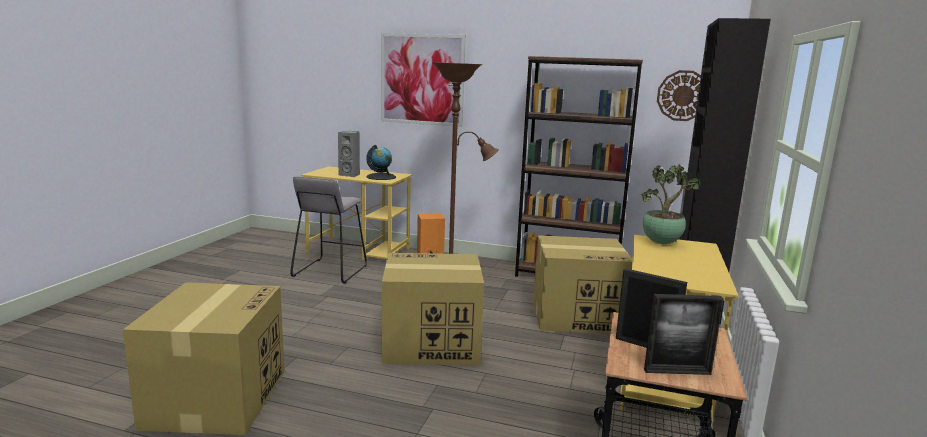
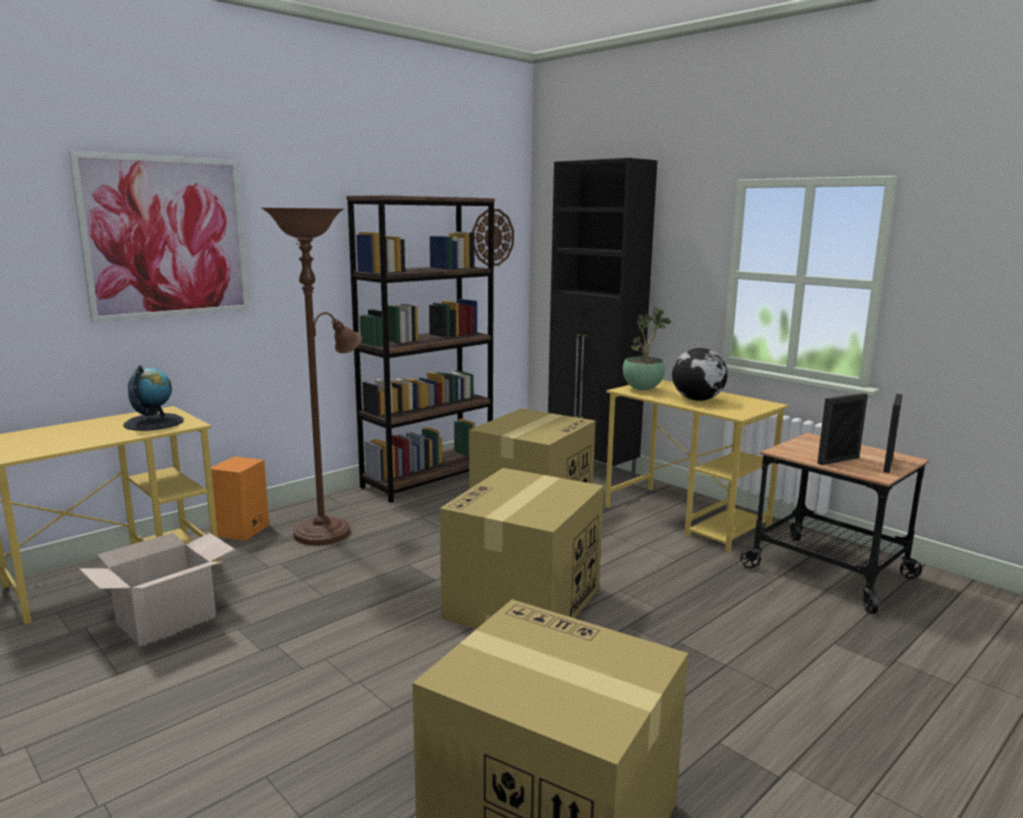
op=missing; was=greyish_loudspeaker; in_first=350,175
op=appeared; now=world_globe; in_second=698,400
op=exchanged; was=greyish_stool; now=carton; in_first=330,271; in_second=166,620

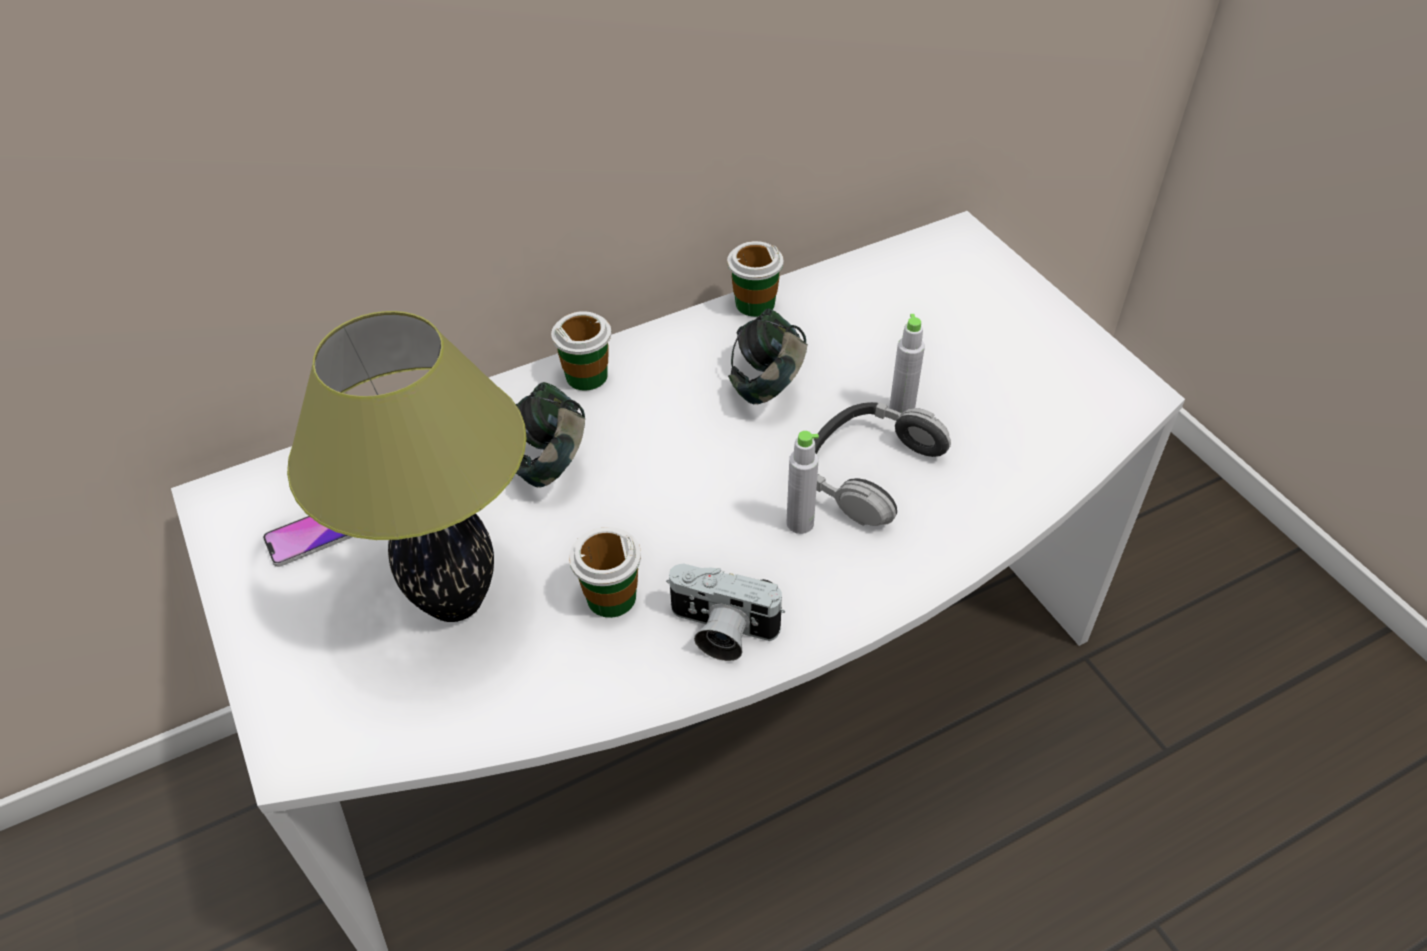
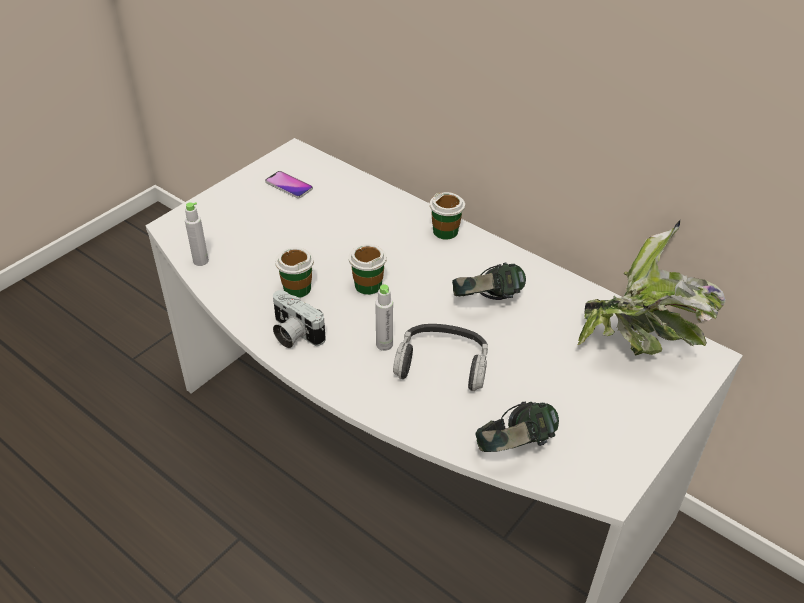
op=missing; was=tabletop_lamp; in_first=454,601
op=appeared; now=houseplant; in_second=642,343
op=relocated; was=headphones; in_first=552,462; in_second=514,448
op=relocated; was=drinking_cup; in_first=754,304; in_second=368,285
op=relocated; was=greyish_beverage_bottle; in_first=901,410; in_second=201,261
op=spun; was=still_camera; in_first=720,631; in_second=293,334; clockwise=-45

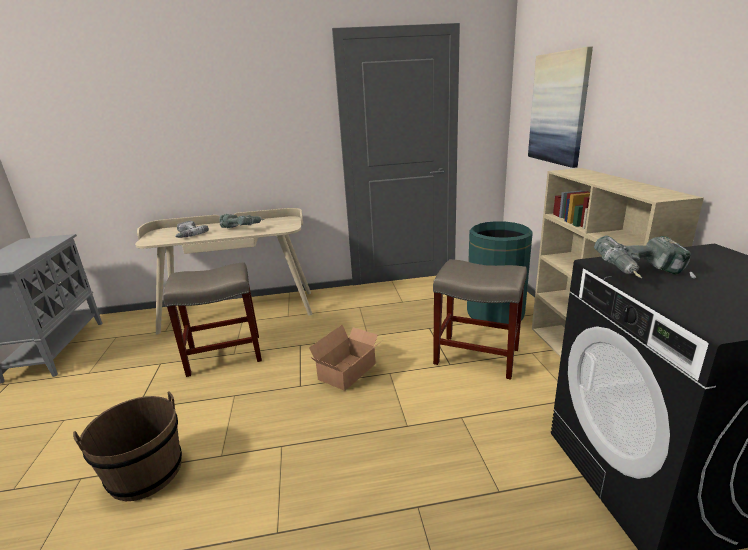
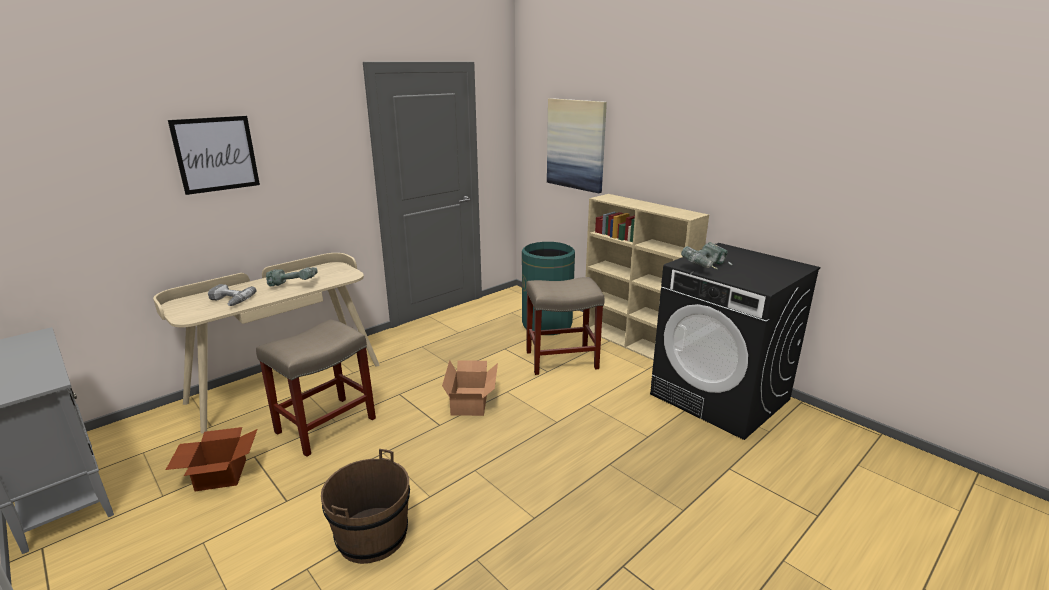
op=appeared; now=carton; in_second=220,474
op=appeared; now=picture; in_second=216,154

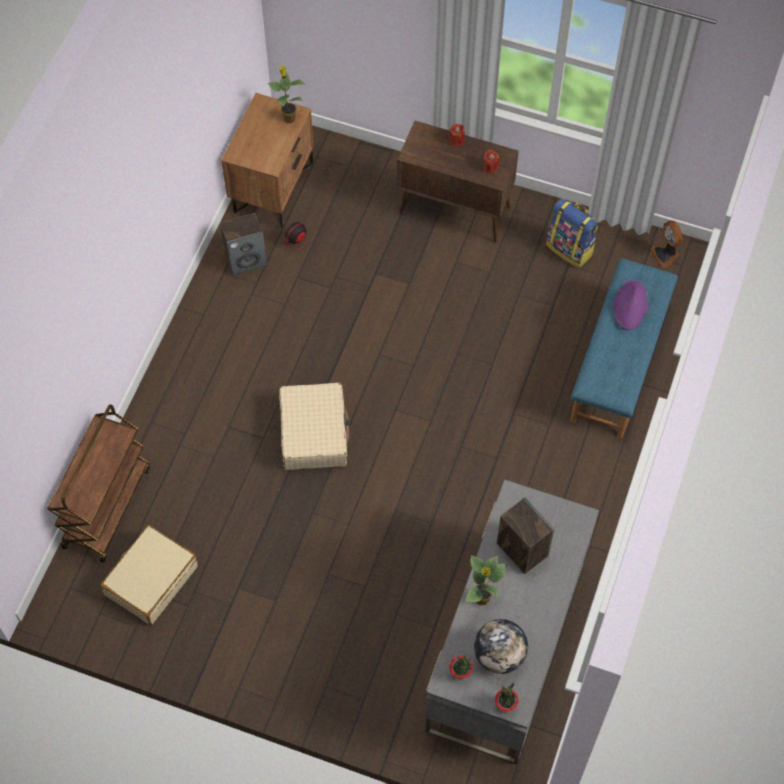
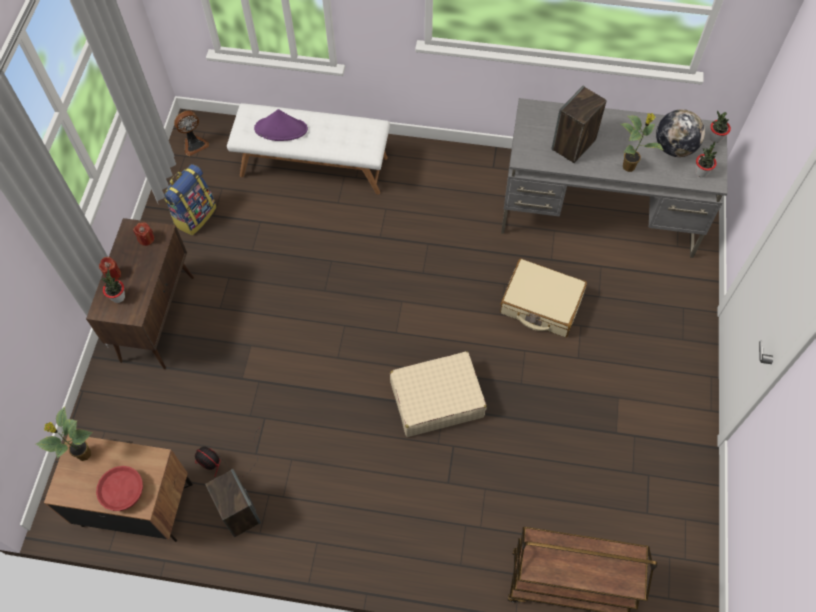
op=appeared; now=reddish_serving_bowl; in_second=124,492
op=appeared; now=houseplant; in_second=118,297
op=relocated; was=beige-coloured_suitcase; in_first=151,579; in_second=541,304
op=colour; was=blue_indoor_bench; now=white_indoor_bench; in_first=619,363; in_second=314,165

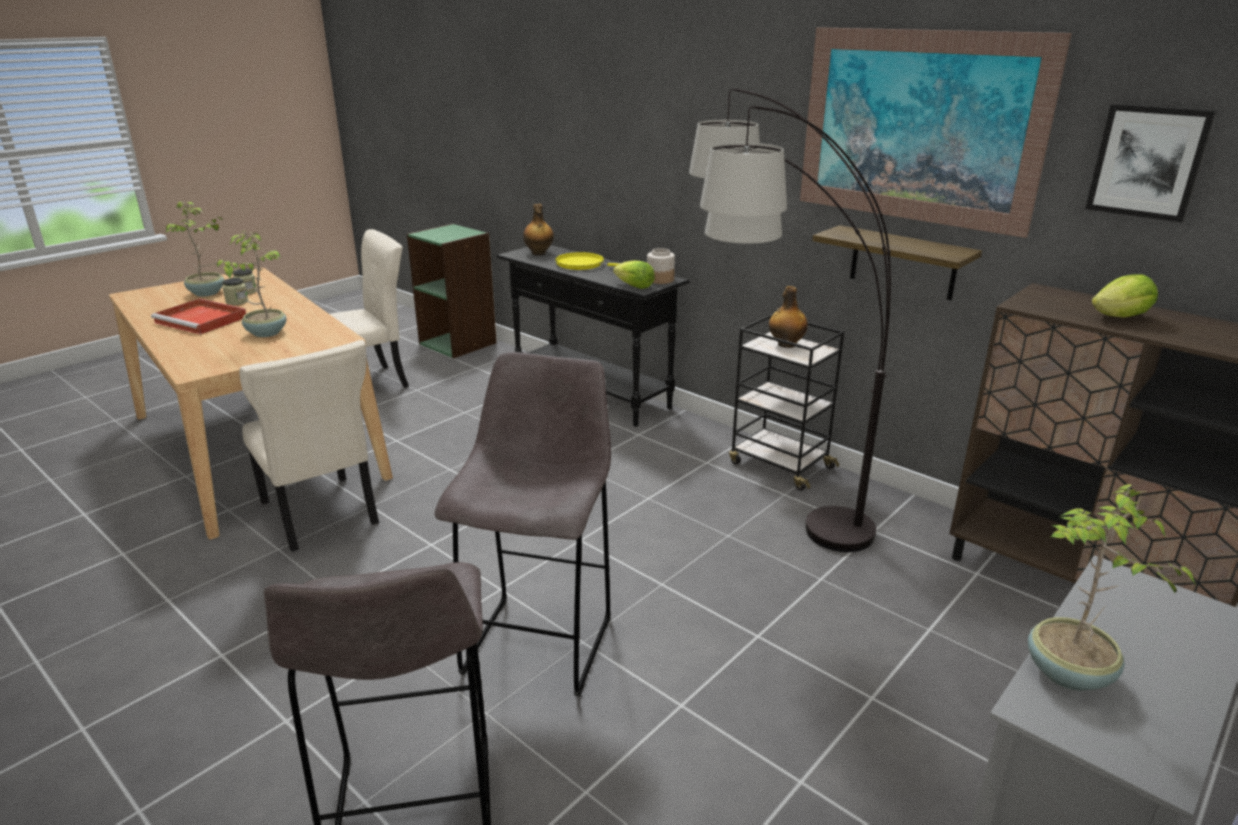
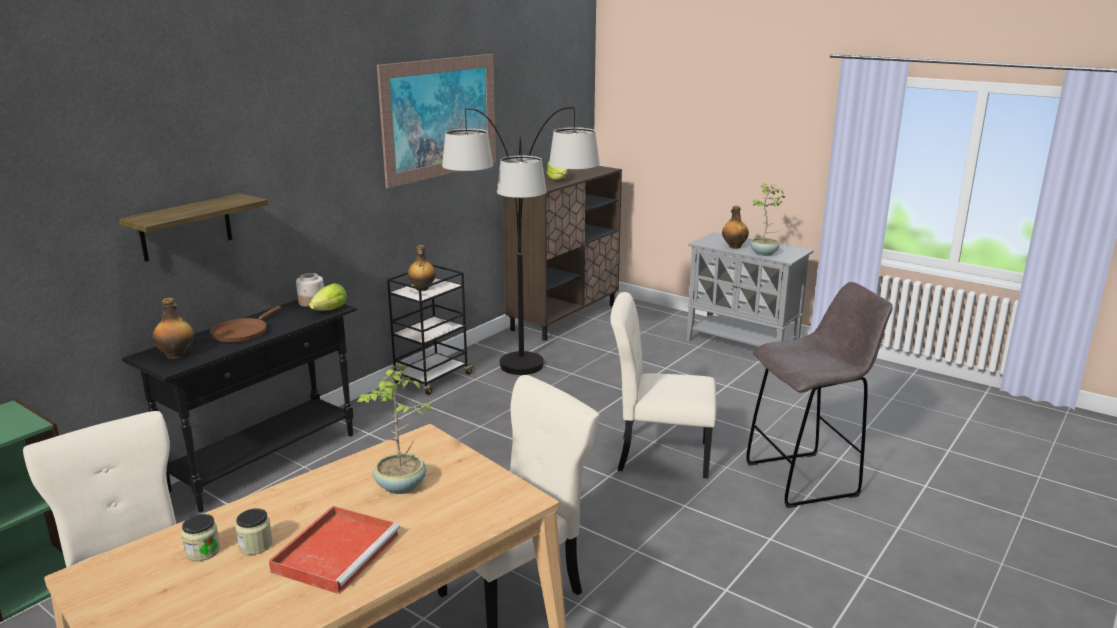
op=missing; was=houseplant; in_first=207,293
op=missing; was=picture; in_first=1148,162
op=appeared; now=beverage_bottle; in_second=734,246
op=relocated; was=bracket_shelf; in_first=903,263; in_second=186,227
op=exchanged; was=greyish_stool; now=beige-coloured_chair; in_first=540,642; in_second=658,455
op=colour; was=yellowish_frying_pan; now=brown_frying_pan; in_first=583,265; in_second=242,332

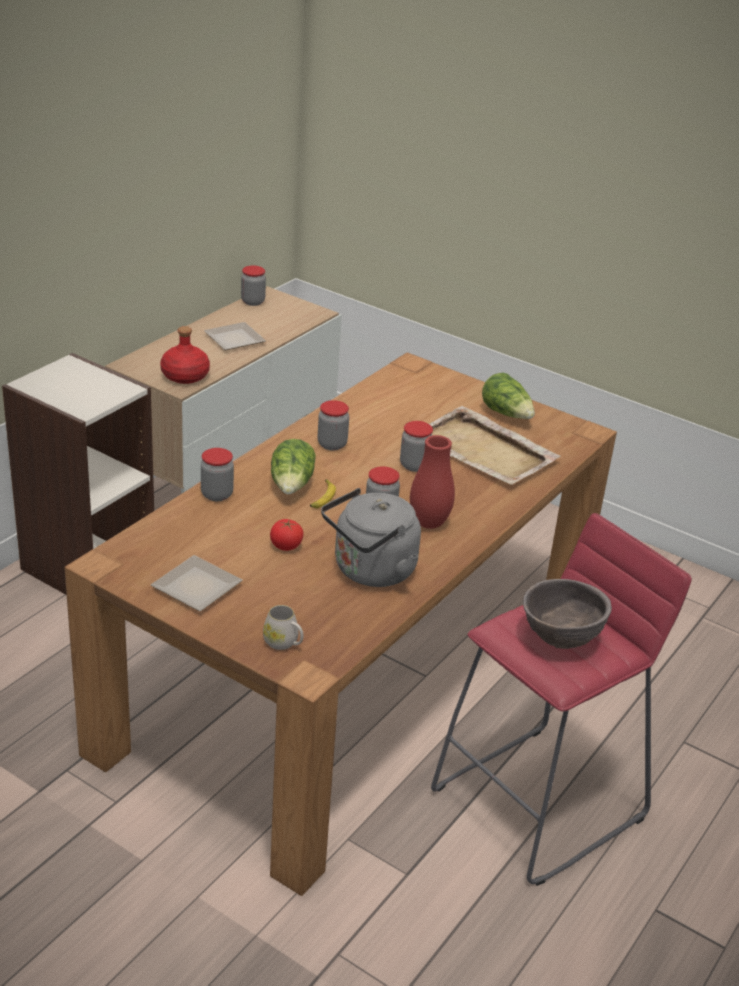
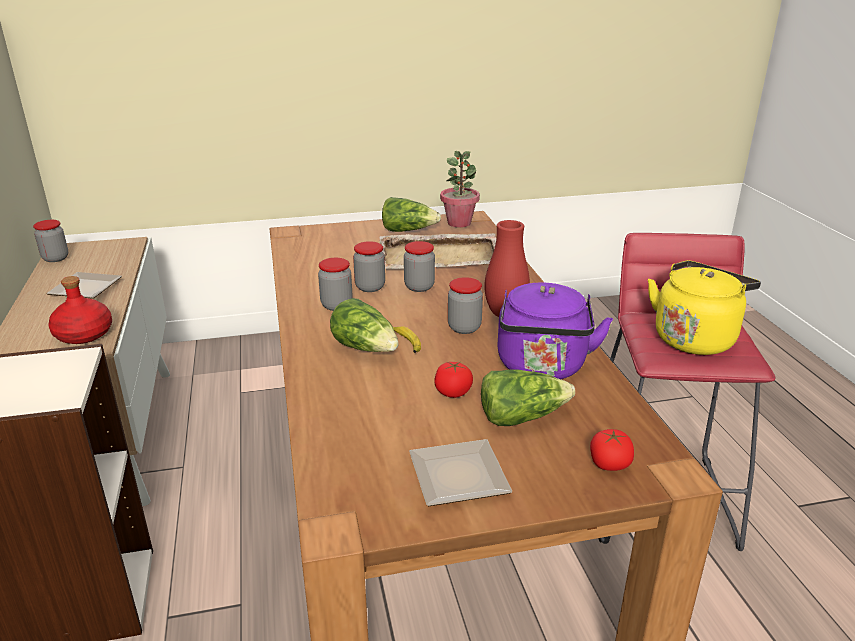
op=appeared; now=houseplant; in_second=459,223
op=appeared; now=lettuce; in_second=521,416
op=relocated; was=storage_jar; in_first=217,494; in_second=370,287
op=exchanged; was=white_mug; now=whole_tomato; in_first=284,643; in_second=609,464
op=exchanged; was=brown_serving_bowl; now=yellowish_kettle; in_first=560,640; in_second=695,338
op=colour; was=greyish_kettle; now=purplish_kettle; in_first=370,571; in_second=542,368

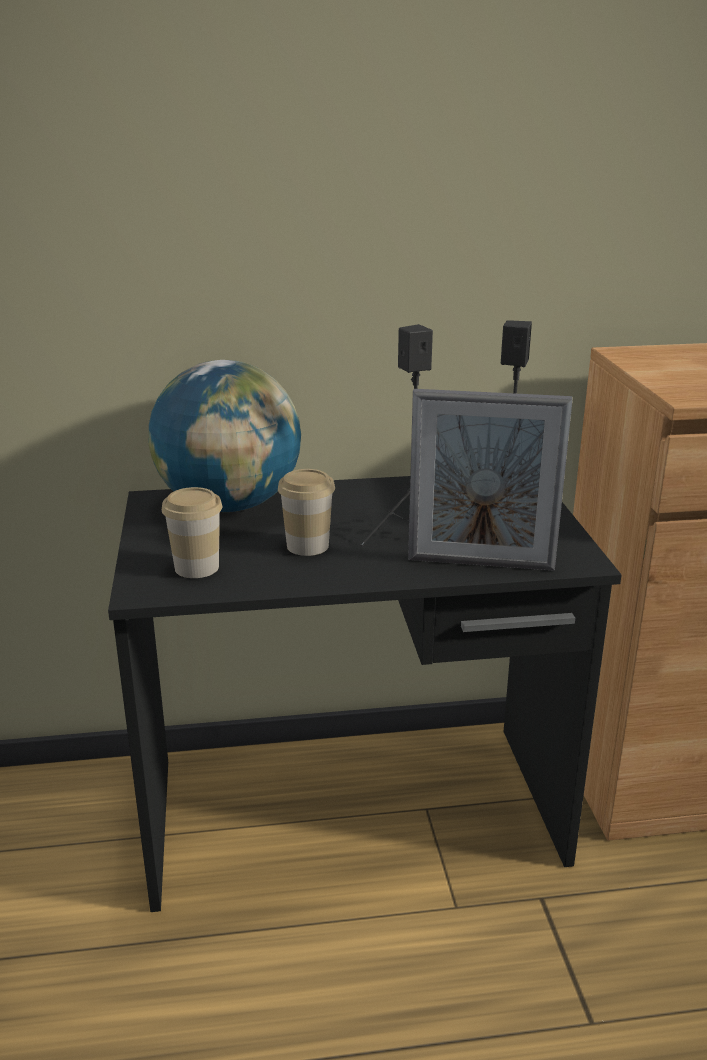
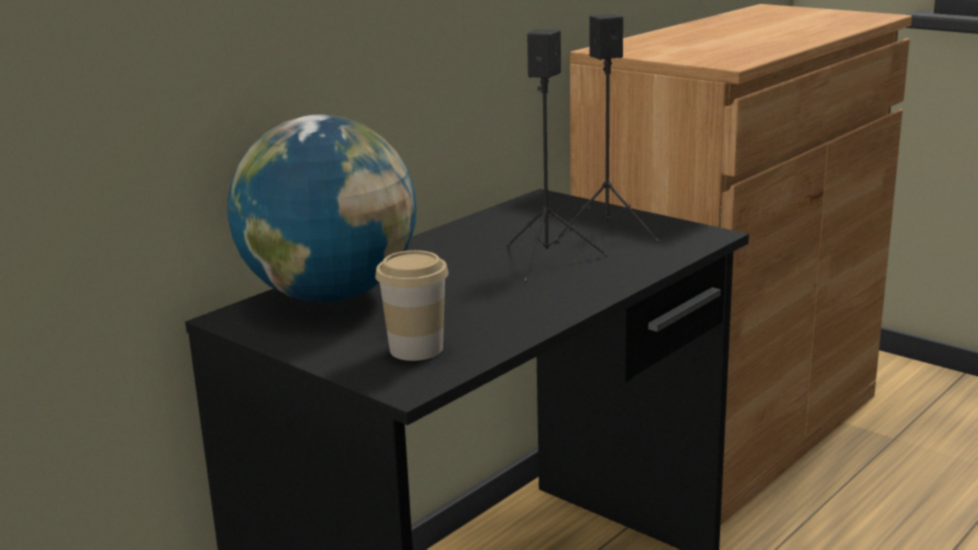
op=missing; was=drinking_cup; in_first=307,546
op=missing; was=standing_frame; in_first=480,563

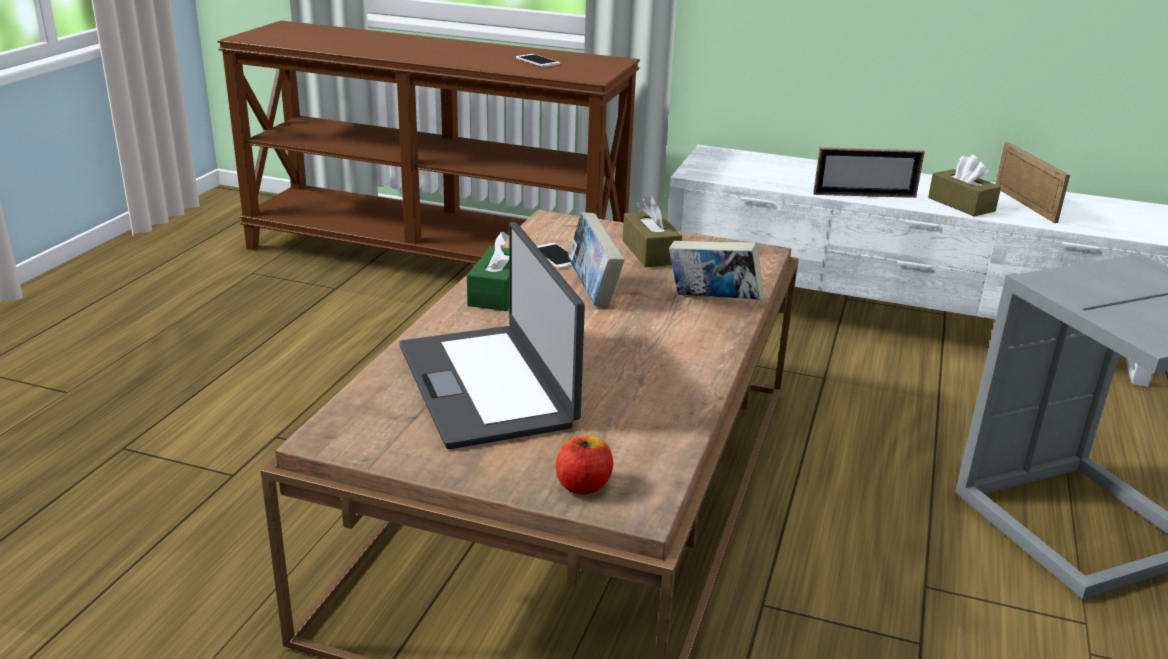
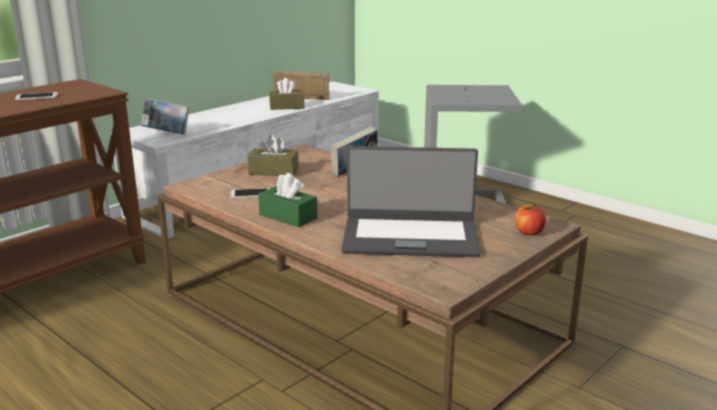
op=missing; was=standing_frame; in_first=864,195
op=relocated; was=volume; in_first=593,291; in_second=167,133

